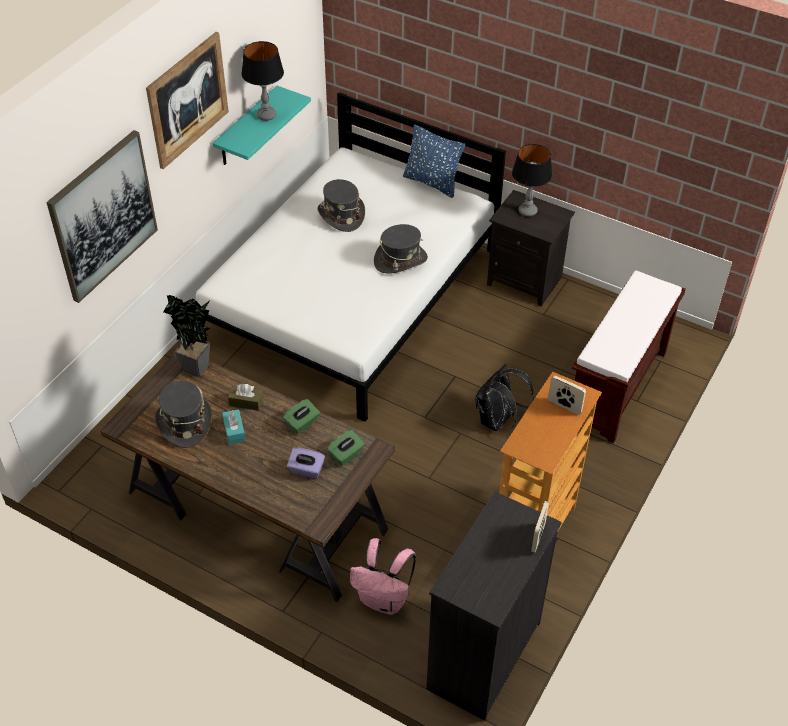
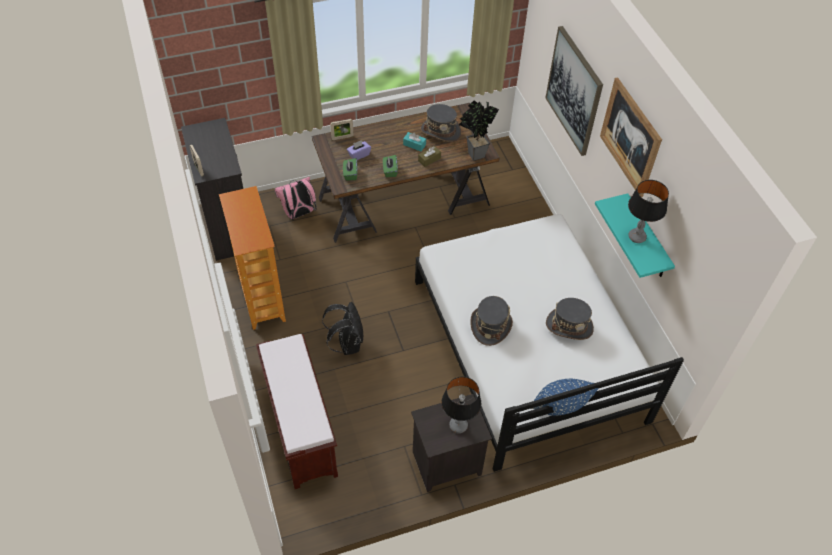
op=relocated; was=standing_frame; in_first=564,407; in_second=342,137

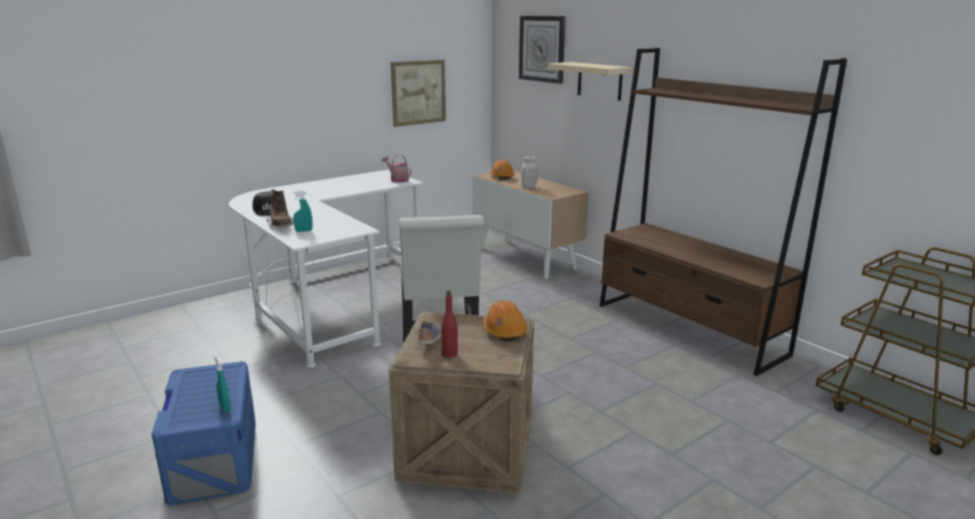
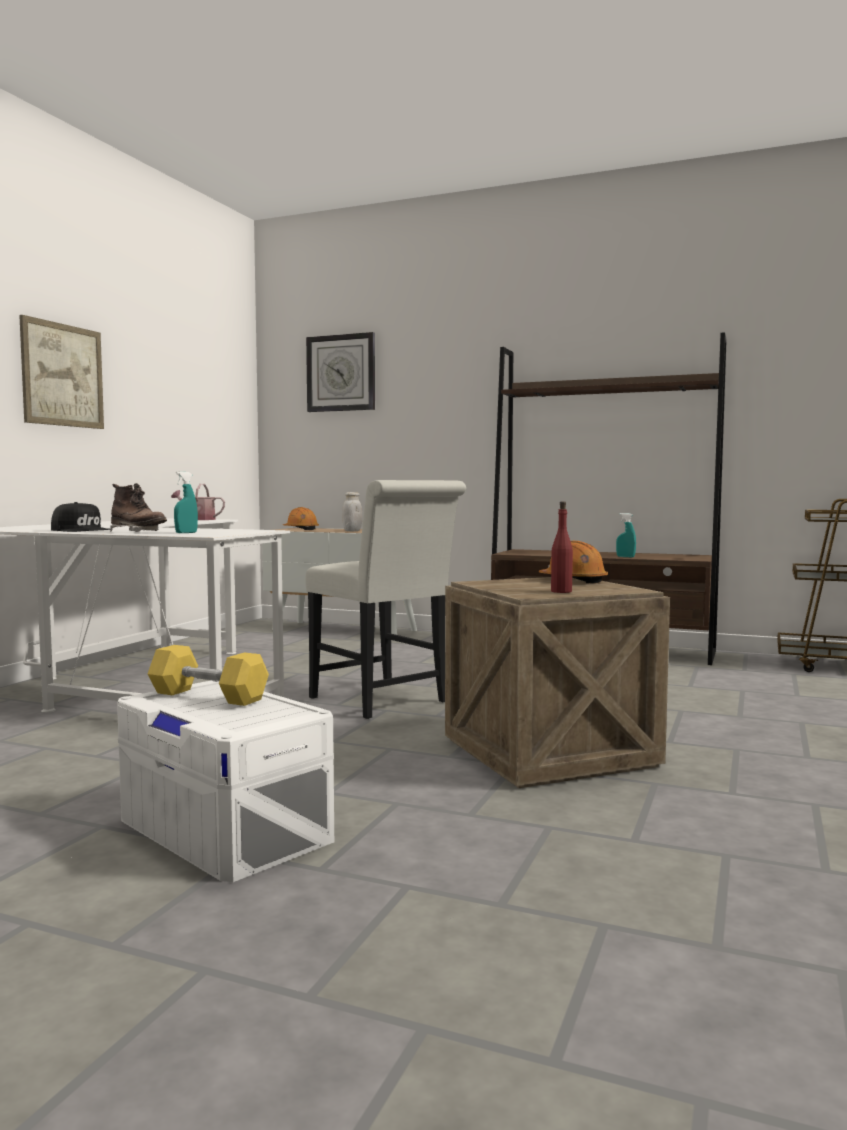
op=missing; was=item_of_footwear; in_first=430,340
op=missing; was=beige-coloured_bracket_shelf; in_first=599,81
op=appeared; now=yellowish_dumbbell; in_second=208,696
op=relocated; was=blue-green_hand_sprayer; in_first=225,407; in_second=625,557
op=relocated; was=picture; in_first=418,92; in_second=62,375
op=colour; was=blue_storage_box; now=white_storage_box; in_first=214,459; in_second=225,828

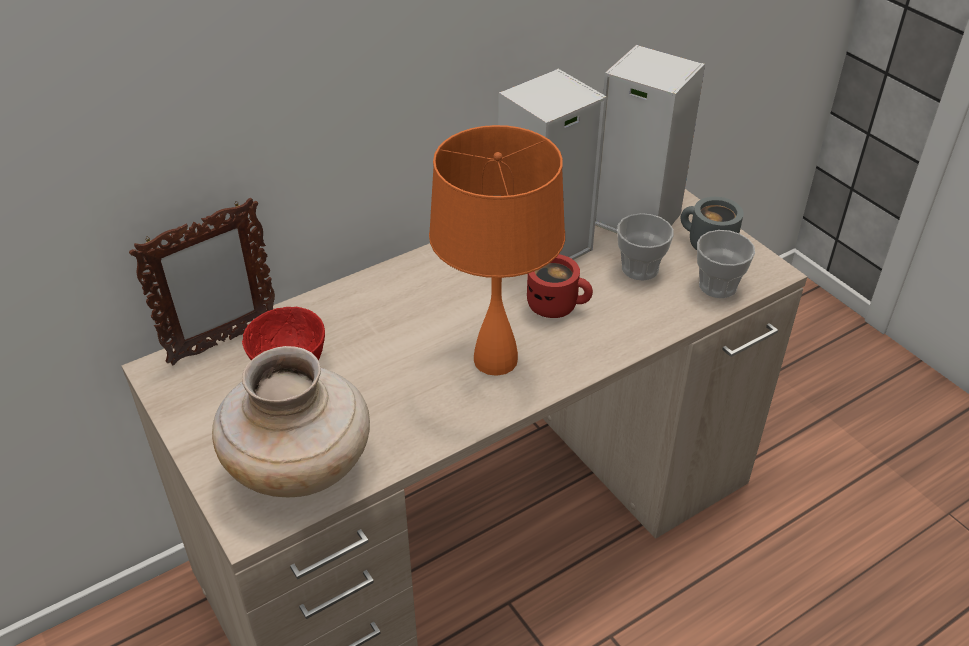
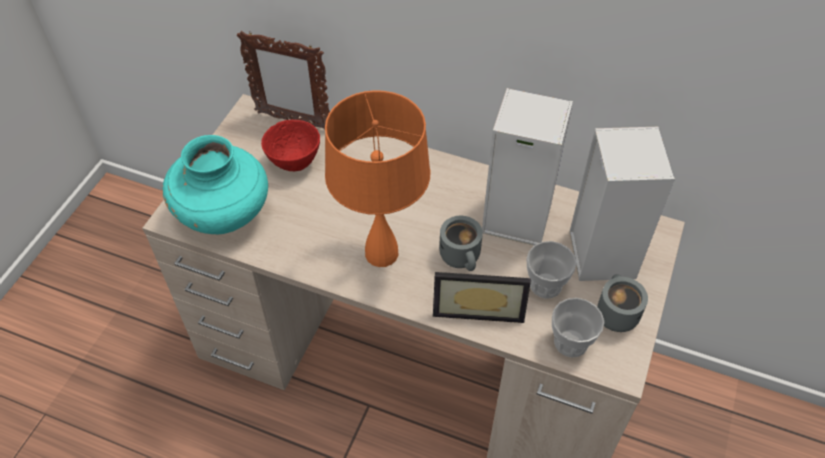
op=appeared; now=standing_frame; in_second=478,305
op=colour; was=beige-coloured_flower_vase; now=blue-green_flower_vase; in_first=300,467; in_second=224,214
op=colour; was=reddish_mug; now=greyish_mug; in_first=557,304; in_second=462,257

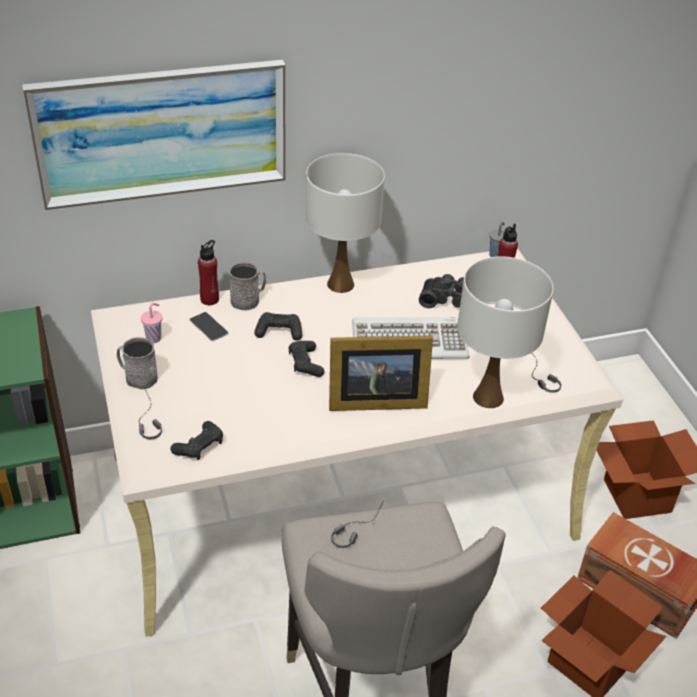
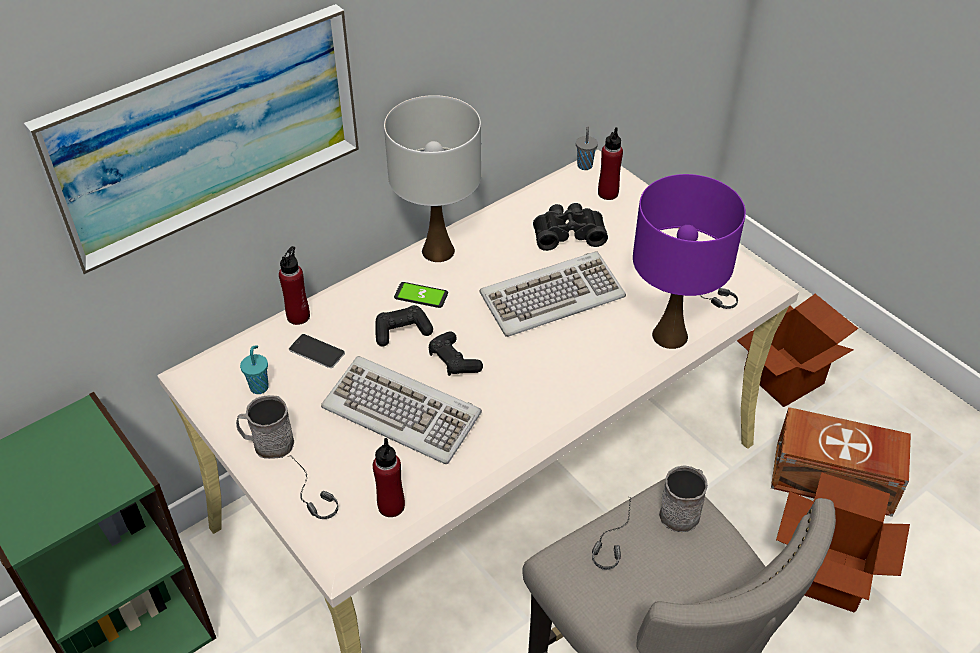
op=missing; was=standing_frame; in_first=373,400
op=appeared; now=keyboard; in_second=402,412
op=appeared; now=telephone; in_second=421,296
op=relocated; was=greyish_mug; in_first=248,300; in_second=682,510
op=exchanged; was=black-coloured_joypad; now=reddish_beverage_bottle; in_first=199,446; in_second=391,506
op=colour; was=pinkish_drinking_cup; now=blue-green_drinking_cup; in_first=154,338; in_second=259,386
op=colour; was=white_tabletop_lamp; now=purplish_tabletop_lamp; in_first=487,397; in_second=669,336

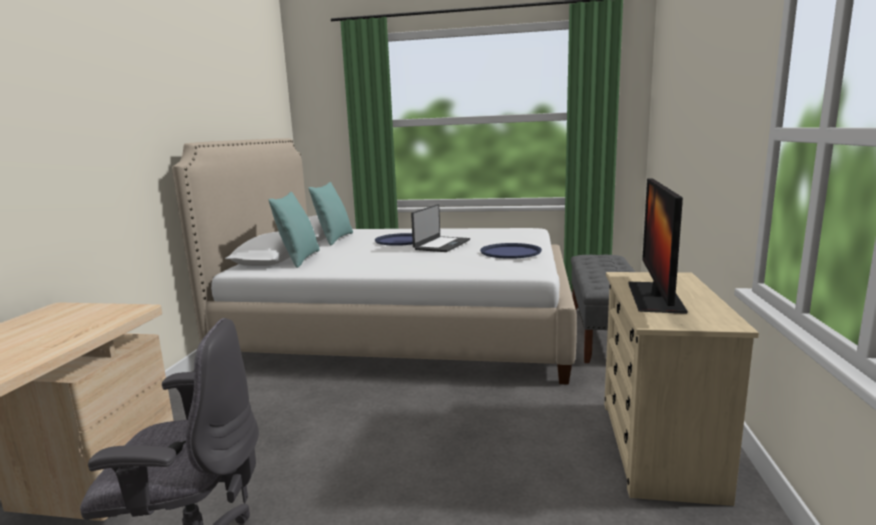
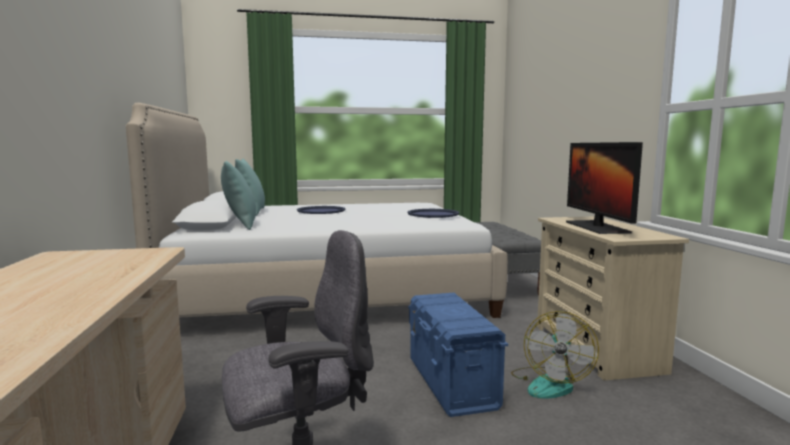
op=missing; was=notebook_computer; in_first=441,245
op=appeared; now=blue_storage_box; in_second=451,383
op=appeared; now=fan; in_second=550,383

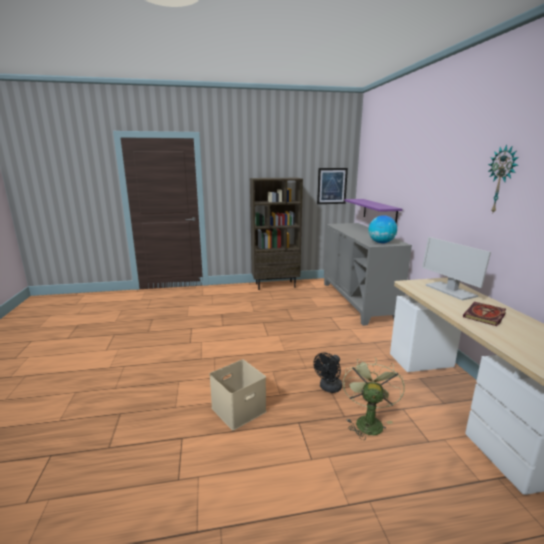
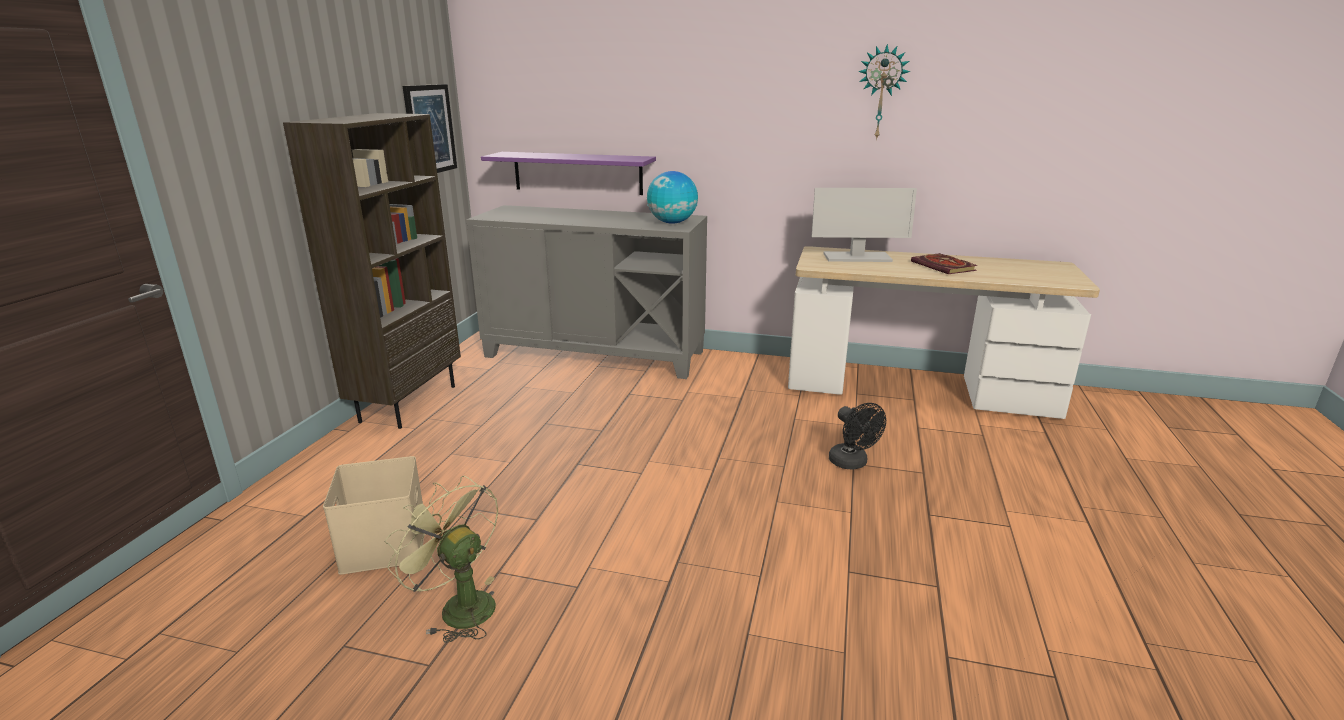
op=relocated; was=beige-coloured_storage_box; in_first=239,409; in_second=382,543
op=relocated; was=green_fan; in_first=368,421; in_second=459,606

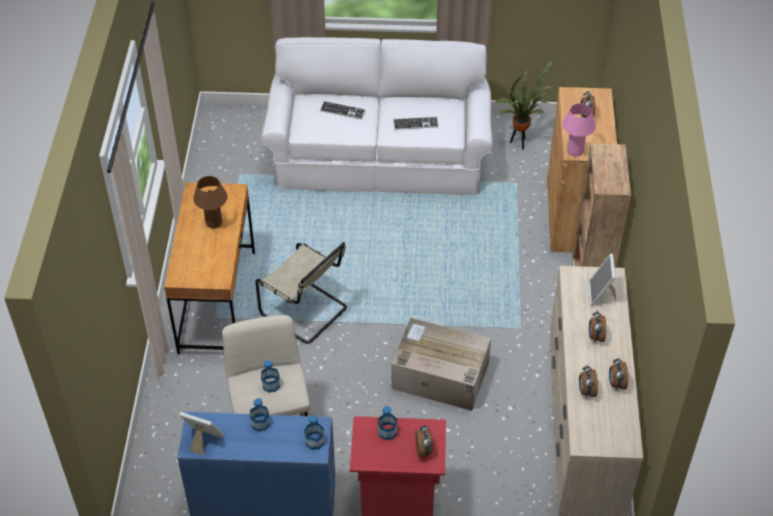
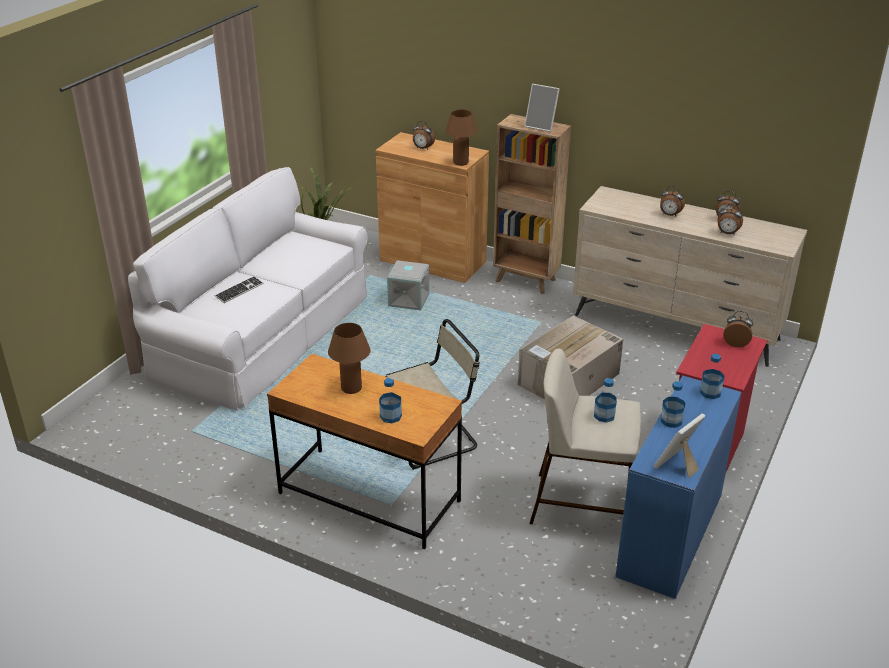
op=missing; was=keyboard; in_first=415,124
op=appeared; now=greyish_storage_box; in_second=409,299
op=relocated; was=beverage_bottle; in_first=387,432; in_second=390,416
op=relocated; was=standing_frame; in_first=601,295; in_second=541,126
op=colour; was=pinkish_tabletop_lamp; now=brown_tabletop_lamp; in_first=575,151; in_second=461,162

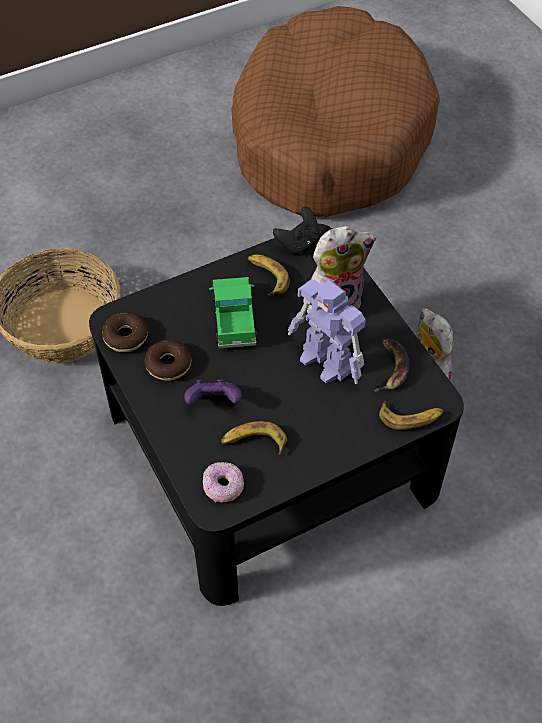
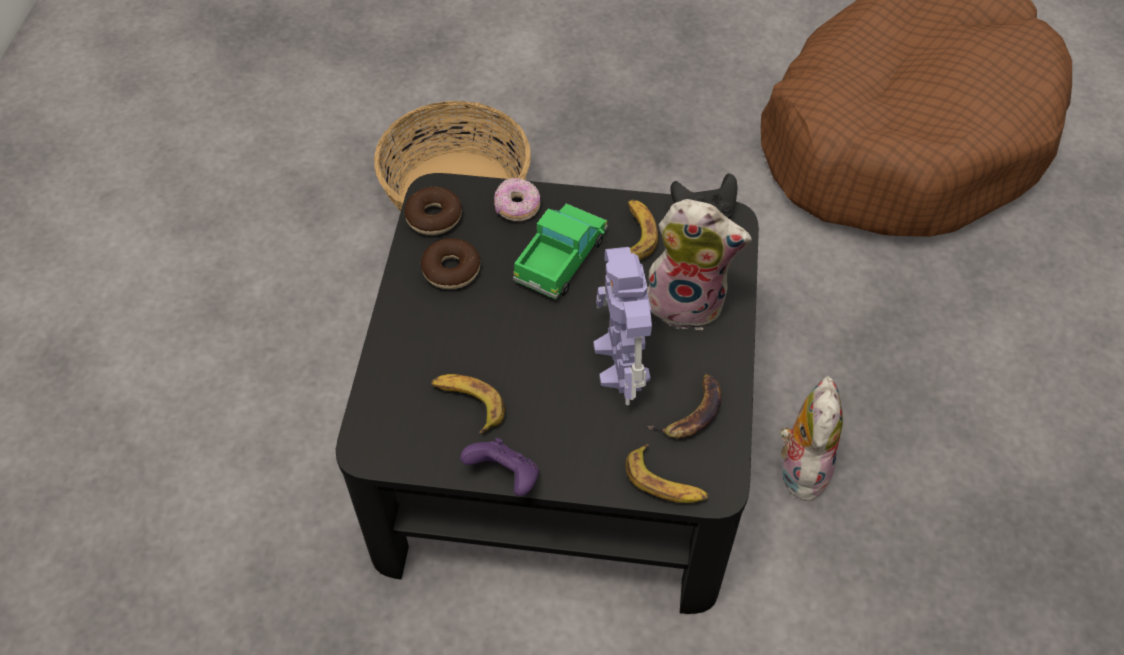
op=relocated; was=purplish_joypad; in_first=214,402; in_second=505,477
op=relocated; was=doughnut; in_first=223,487; in_second=517,207

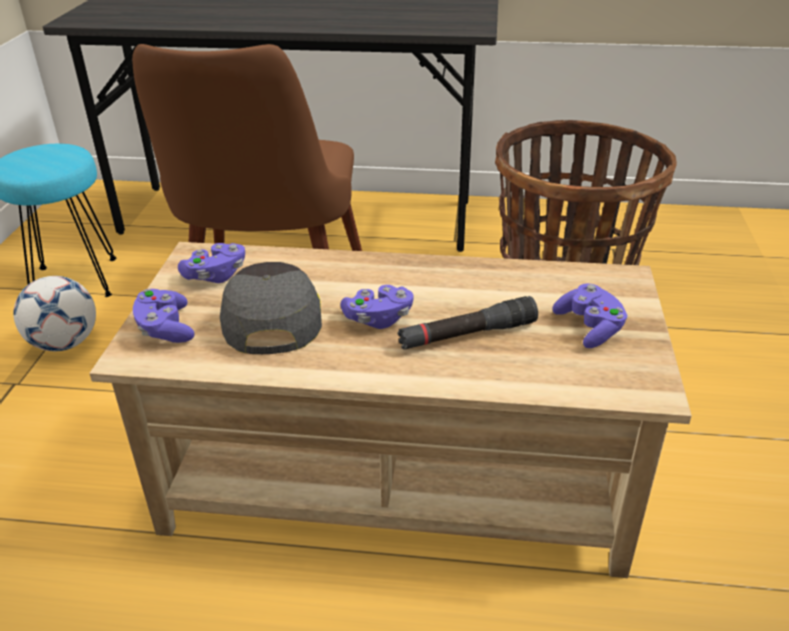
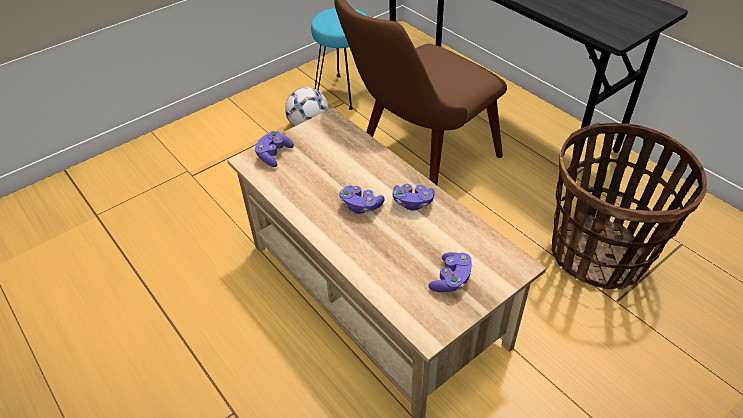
op=missing; was=greyish_cap; in_first=272,317
op=missing; was=black-coloured_flashlight; in_first=467,335
op=relocated; was=purplish_joypad; in_first=215,275; in_second=412,203

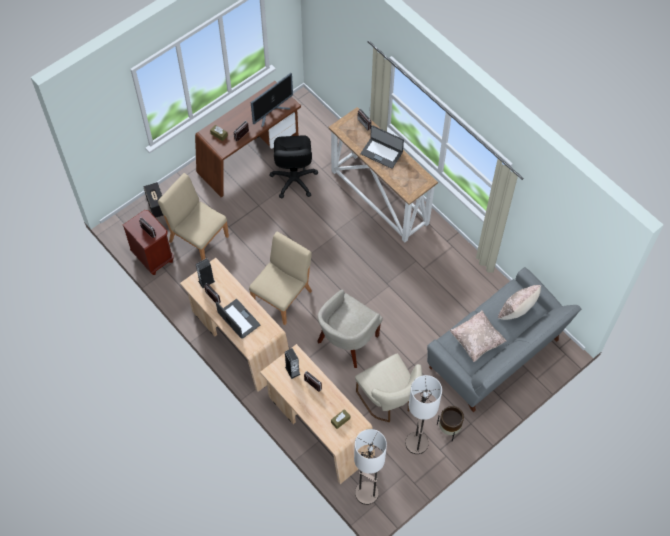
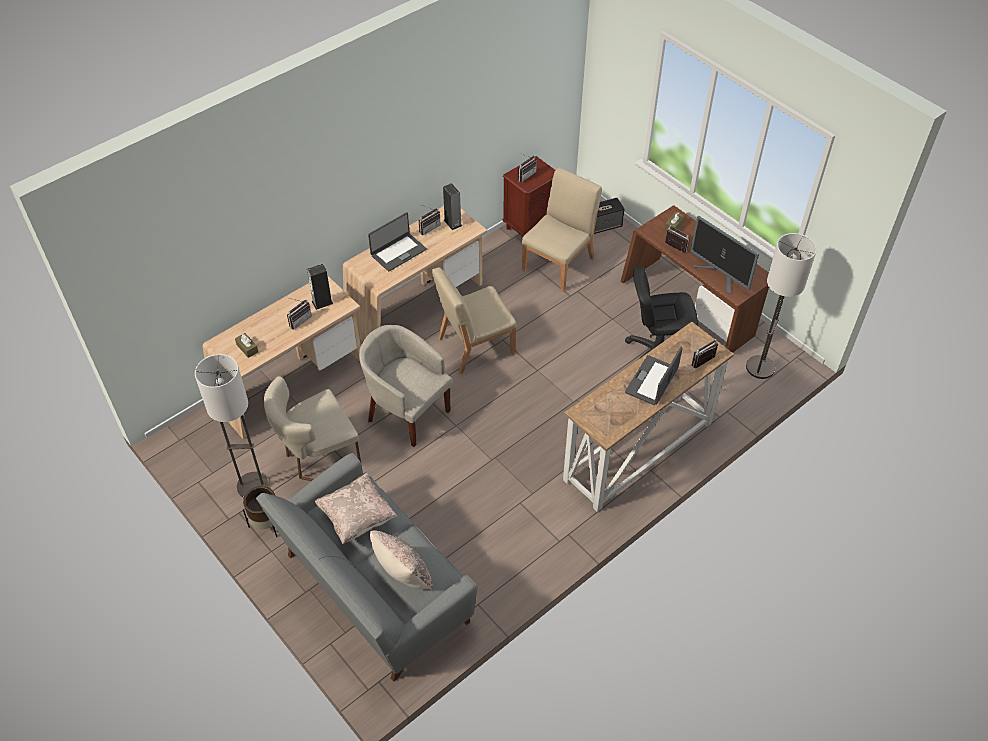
op=relocated; was=standard_lamp; in_first=367,493; in_second=760,368
op=spun; was=beige-coloured_chair; in_first=283,297; in_second=475,346; clockwise=120

